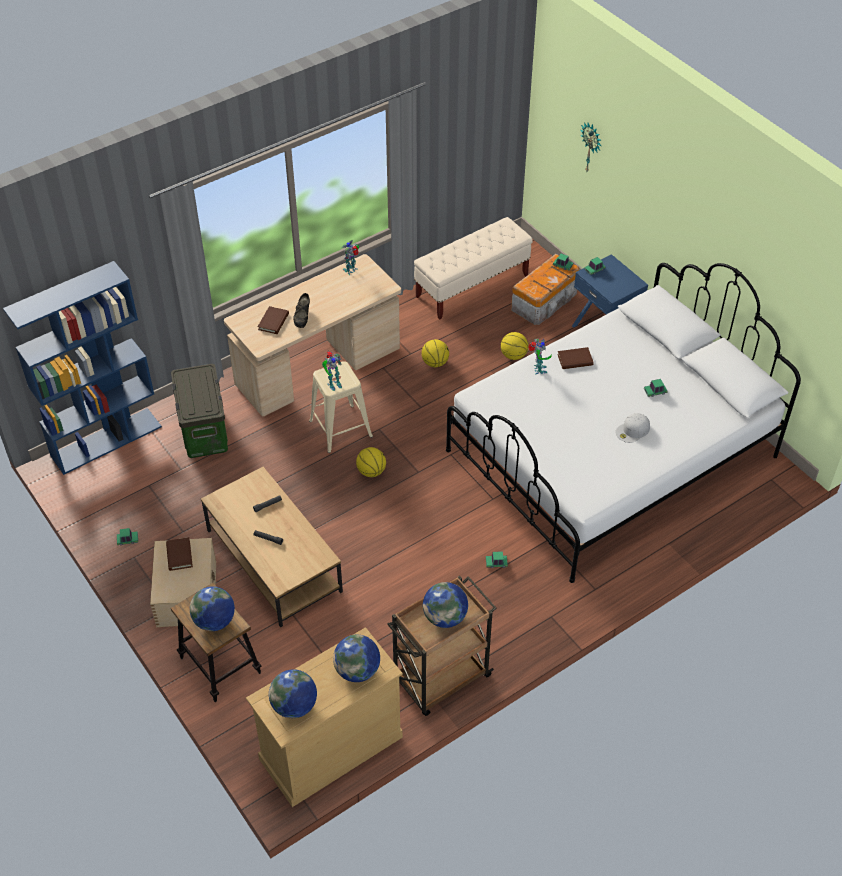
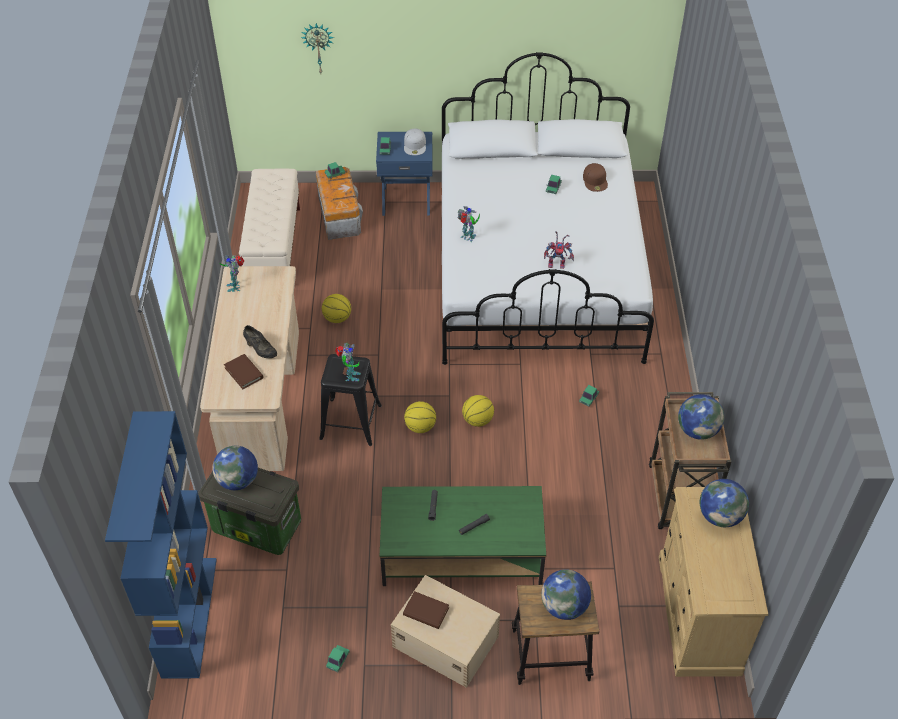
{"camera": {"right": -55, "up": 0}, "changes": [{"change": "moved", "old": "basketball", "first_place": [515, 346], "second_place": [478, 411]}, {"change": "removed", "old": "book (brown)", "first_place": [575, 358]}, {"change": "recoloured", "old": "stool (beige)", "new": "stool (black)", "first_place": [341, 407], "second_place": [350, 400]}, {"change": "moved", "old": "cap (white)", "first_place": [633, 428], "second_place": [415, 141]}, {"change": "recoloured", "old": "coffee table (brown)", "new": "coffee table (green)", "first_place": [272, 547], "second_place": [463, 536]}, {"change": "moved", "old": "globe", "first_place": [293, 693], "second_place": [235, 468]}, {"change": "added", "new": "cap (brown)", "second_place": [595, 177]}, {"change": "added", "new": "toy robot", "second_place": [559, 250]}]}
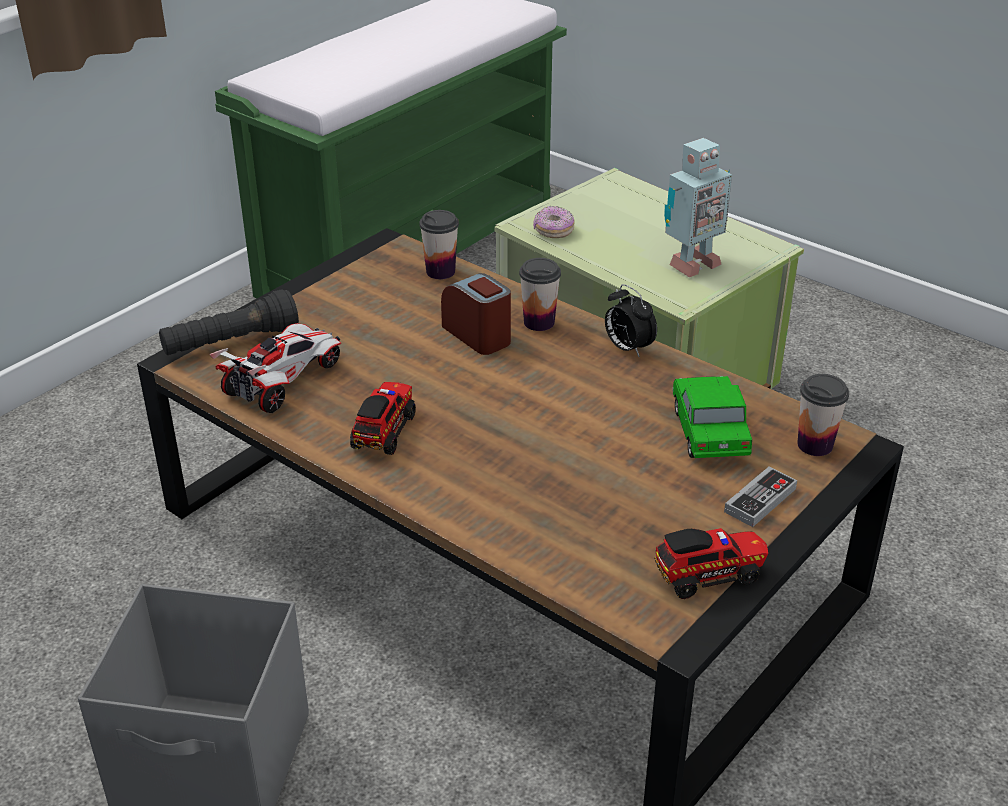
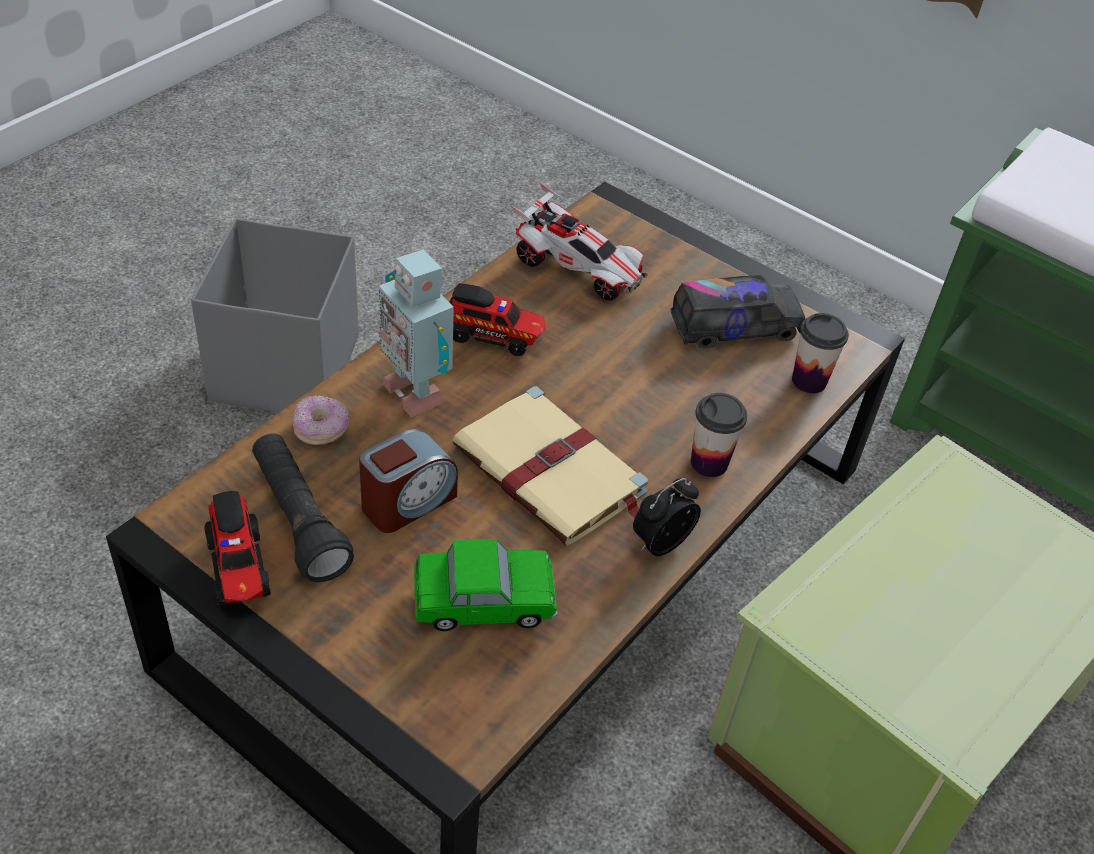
{"camera": {"right": 85, "up": 10}, "changes": [{"change": "moved", "old": "toy robot", "first_place": [698, 207], "second_place": [416, 333]}, {"change": "moved", "old": "donut", "first_place": [554, 222], "second_place": [320, 420]}, {"change": "moved", "old": "alarm clock", "first_place": [476, 314], "second_place": [408, 481]}, {"change": "moved", "old": "flashlight (black)", "first_place": [229, 322], "second_place": [303, 507]}, {"change": "removed", "old": "cup", "first_place": [823, 415]}, {"change": "removed", "old": "game controller", "first_place": [760, 496]}, {"change": "added", "new": "toy truck", "second_place": [737, 311]}, {"change": "added", "new": "book (beige)", "second_place": [550, 466]}]}
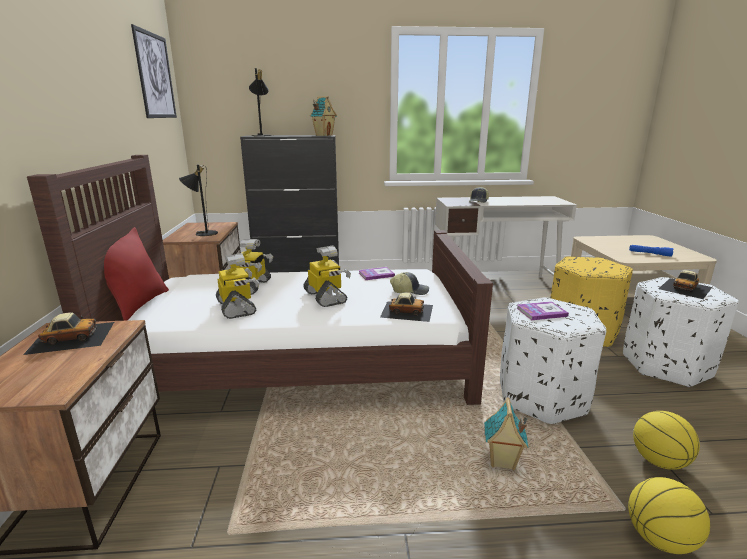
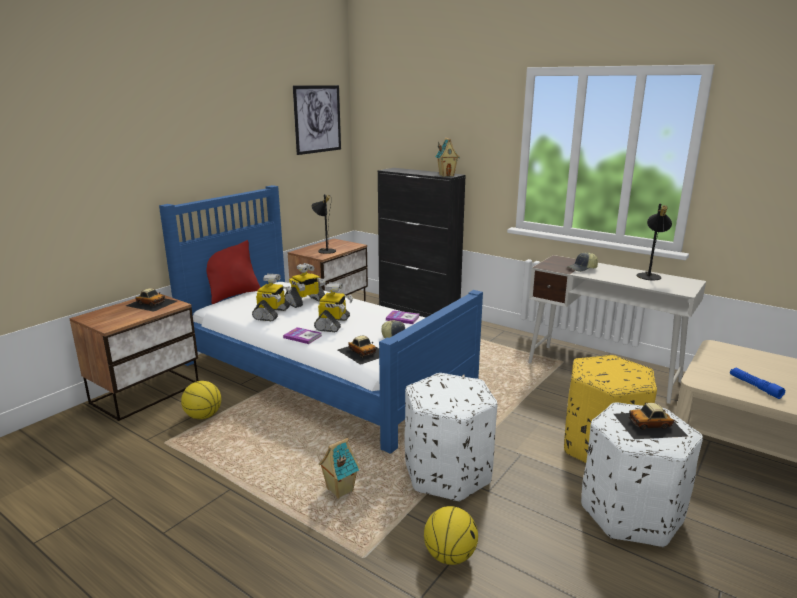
{"camera": {"right": 40, "up": 0}, "changes": [{"change": "moved", "old": "table lamp (black)", "first_place": [260, 102], "second_place": [654, 242]}, {"change": "recoloured", "old": "bed (brown)", "new": "bed (blue)", "first_place": [260, 280], "second_place": [321, 319]}, {"change": "moved", "old": "book", "first_place": [543, 310], "second_place": [302, 335]}, {"change": "moved", "old": "basketball", "first_place": [669, 515], "second_place": [201, 400]}]}
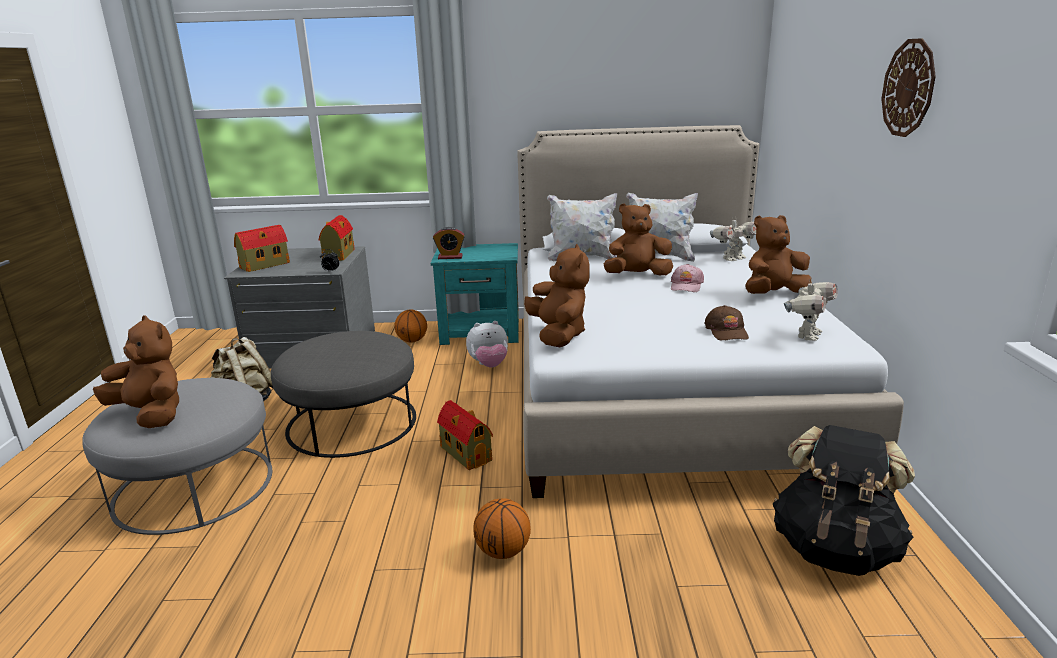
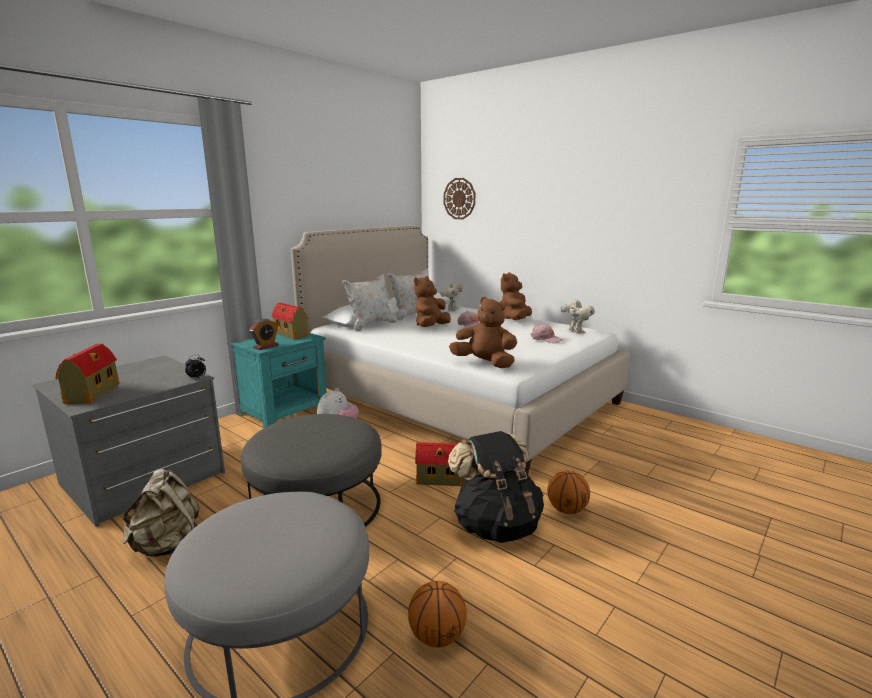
{"camera": {"right": -50, "up": -5}, "changes": [{"change": "moved", "old": "wall clock", "first_place": [908, 87], "second_place": [459, 198]}, {"change": "moved", "old": "toy house", "first_place": [337, 238], "second_place": [290, 321]}, {"change": "recoloured", "old": "cap (brown)", "new": "cap (pink)", "first_place": [726, 323], "second_place": [546, 333]}, {"change": "moved", "old": "basketball", "first_place": [410, 326], "second_place": [437, 614]}, {"change": "removed", "old": "plush toy (brown)", "first_place": [136, 371]}, {"change": "moved", "old": "backpack (black)", "first_place": [844, 500], "second_place": [496, 487]}]}
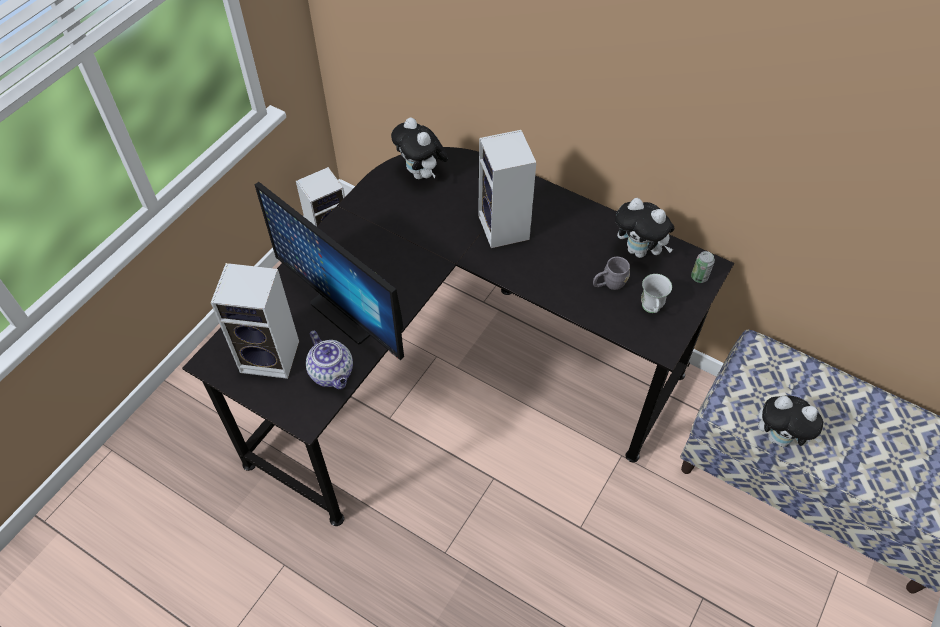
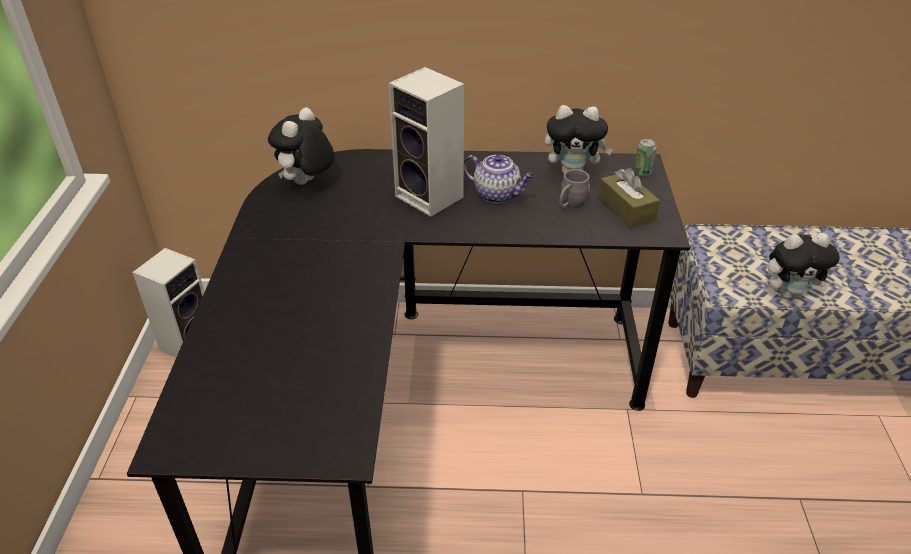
{"camera": {"right": -30, "up": -15}, "changes": [{"change": "turned", "old": "plush toy", "first_place": [419, 148], "second_place": [301, 146], "degrees": 90}, {"change": "removed", "old": "monitor", "first_place": [329, 271]}, {"change": "removed", "old": "speaker", "first_place": [255, 321]}, {"change": "replaced", "old": "mug (white)", "new": "tissue box (brown)", "first_place": [656, 293], "second_place": [629, 198]}, {"change": "moved", "old": "teapot", "first_place": [329, 360], "second_place": [499, 178]}]}
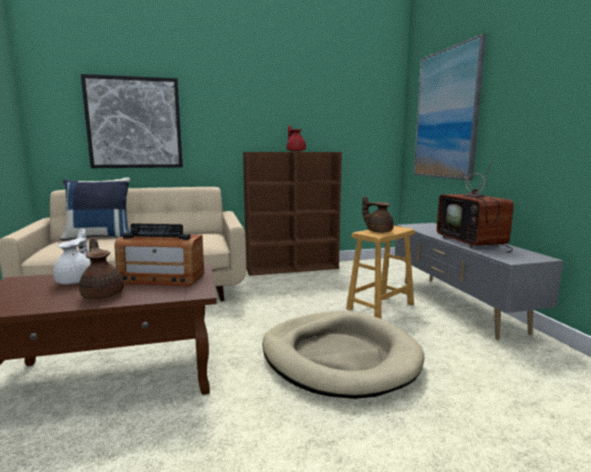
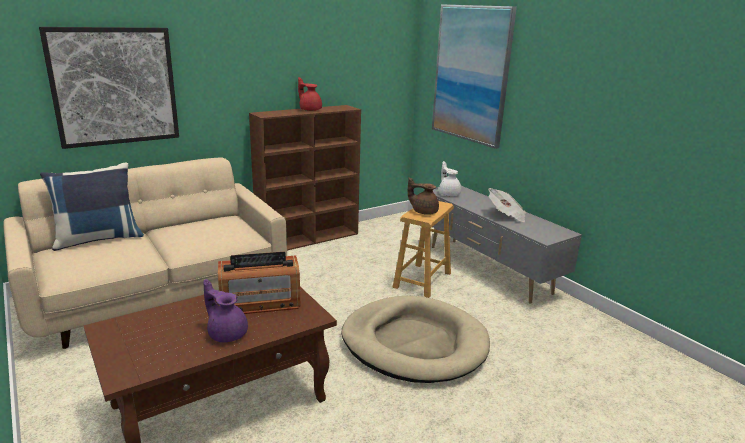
{"camera": {"right": -20, "up": 10}, "changes": [{"change": "replaced", "old": "television", "new": "newspaper", "first_place": [475, 204], "second_place": [507, 205]}, {"change": "moved", "old": "teapot (white)", "first_place": [72, 257], "second_place": [450, 178]}, {"change": "recoloured", "old": "teapot (brown)", "new": "teapot (purple)", "first_place": [101, 268], "second_place": [225, 310]}]}
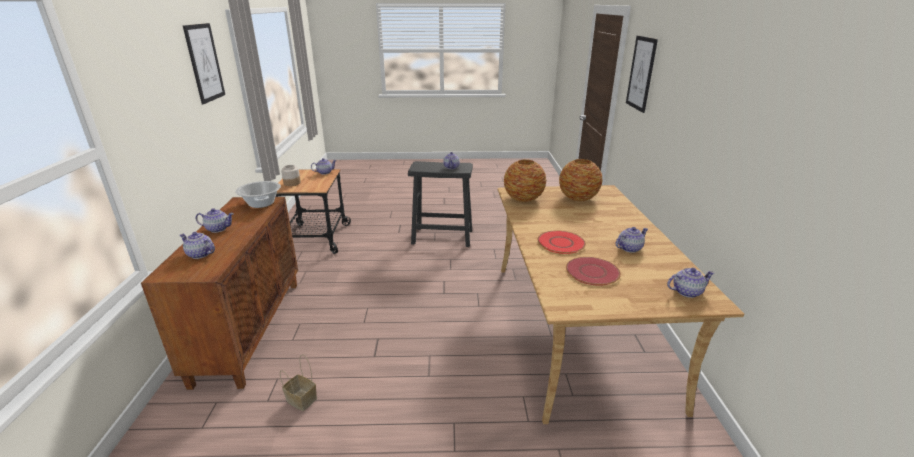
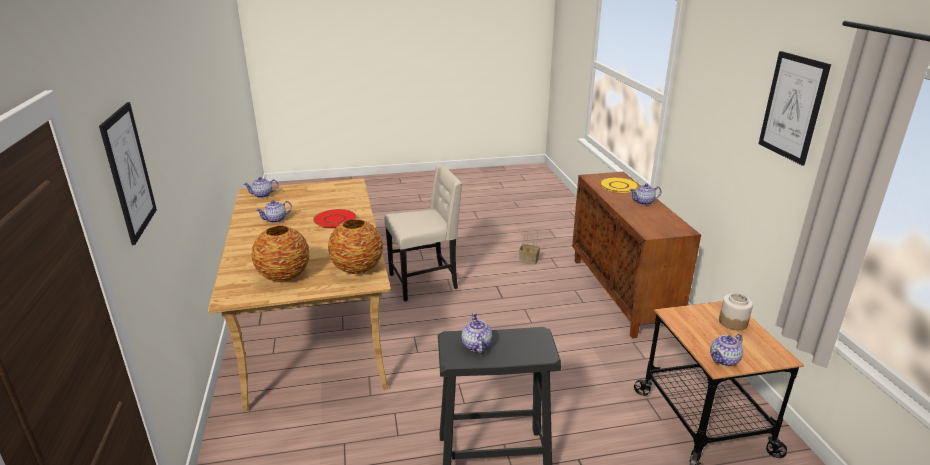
{"camera": {"right": 170, "up": 0}, "changes": [{"change": "removed", "old": "cooking pot", "first_place": [258, 194]}, {"change": "replaced", "old": "teapot", "new": "plate (yellow)", "first_place": [197, 245], "second_place": [619, 185]}, {"change": "removed", "old": "plate (red)", "first_place": [593, 271]}, {"change": "added", "new": "chair (beige)", "second_place": [423, 233]}]}
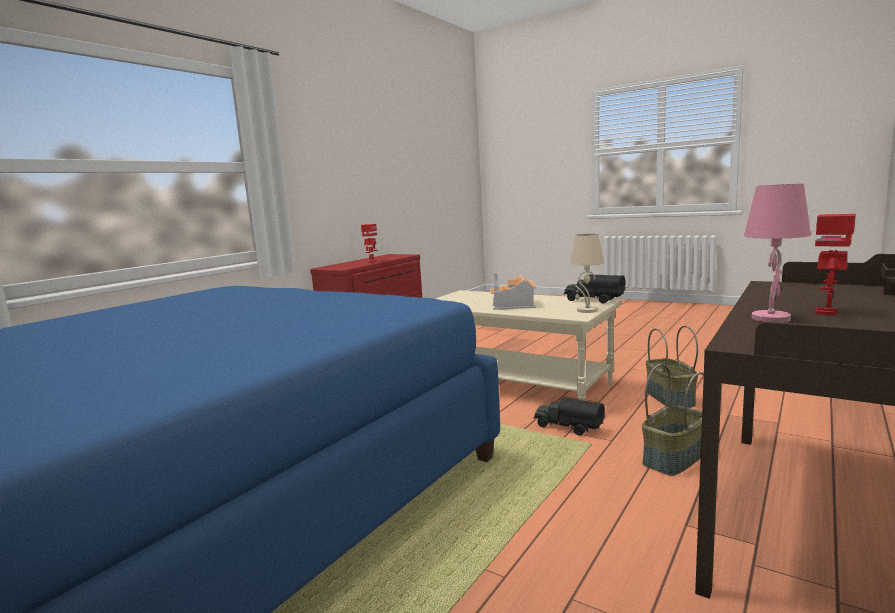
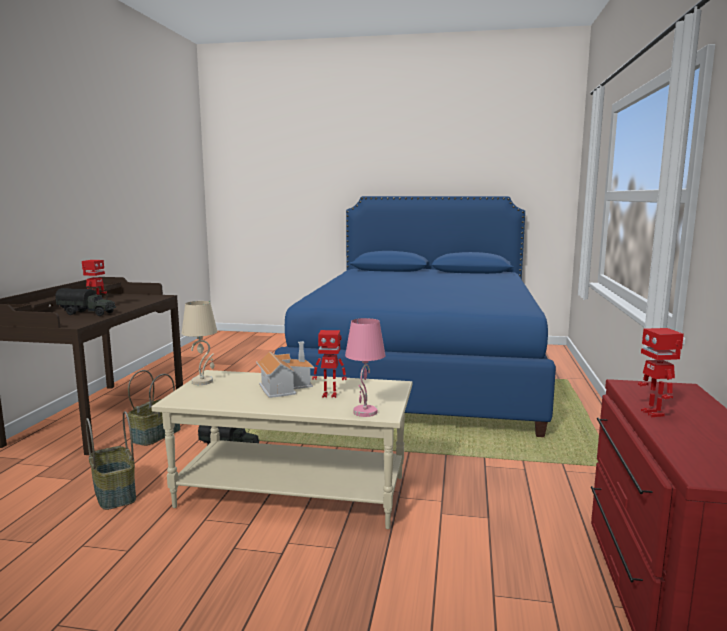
{"camera": {"right": 155, "up": 0}, "changes": [{"change": "moved", "old": "table lamp (pink)", "first_place": [777, 253], "second_place": [365, 367]}, {"change": "moved", "old": "toy truck", "first_place": [595, 288], "second_place": [85, 302]}, {"change": "added", "new": "toy robot", "second_place": [329, 364]}]}
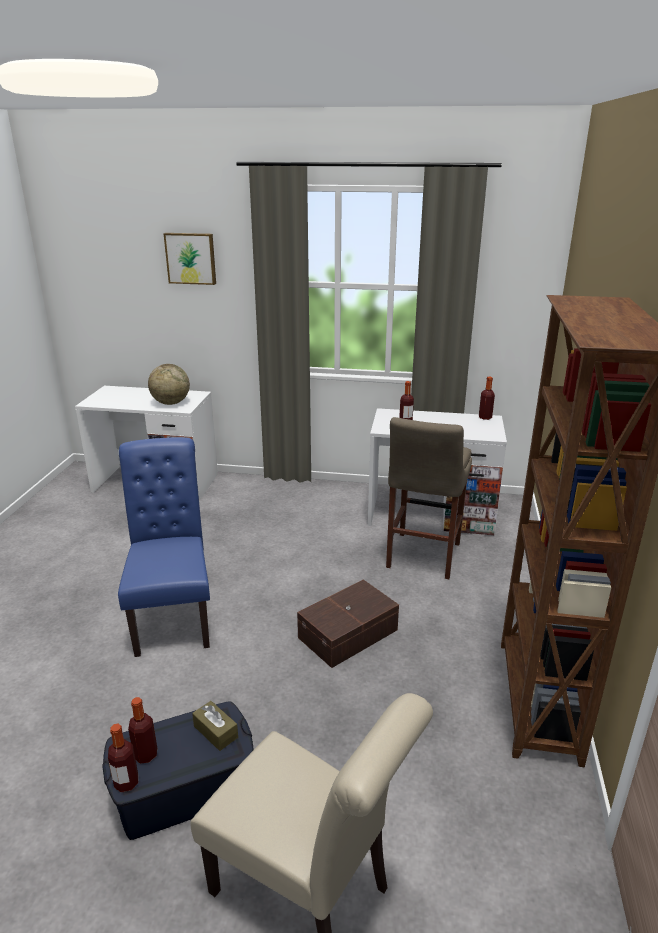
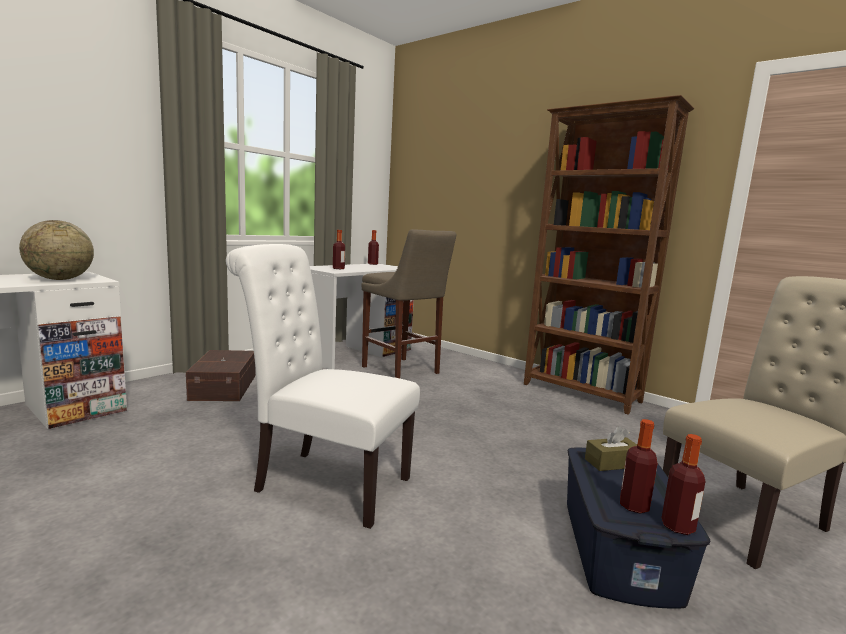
{"camera": {"right": -60, "up": -15}, "changes": [{"change": "removed", "old": "picture", "first_place": [189, 259]}, {"change": "recoloured", "old": "chair (blue)", "new": "chair (white)", "first_place": [164, 547], "second_place": [323, 386]}, {"change": "moved", "old": "storage box (brown)", "first_place": [348, 623], "second_place": [221, 375]}]}
